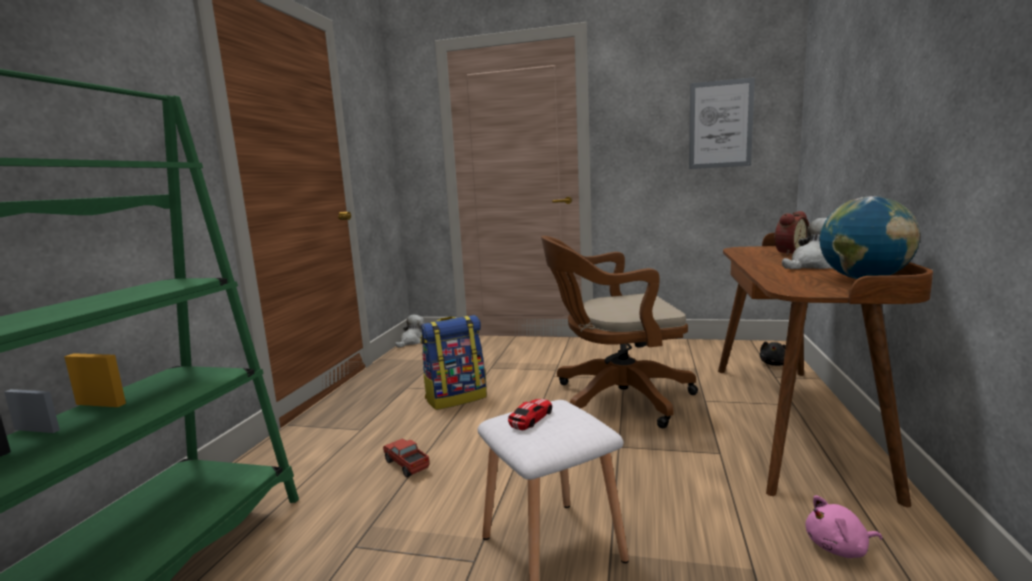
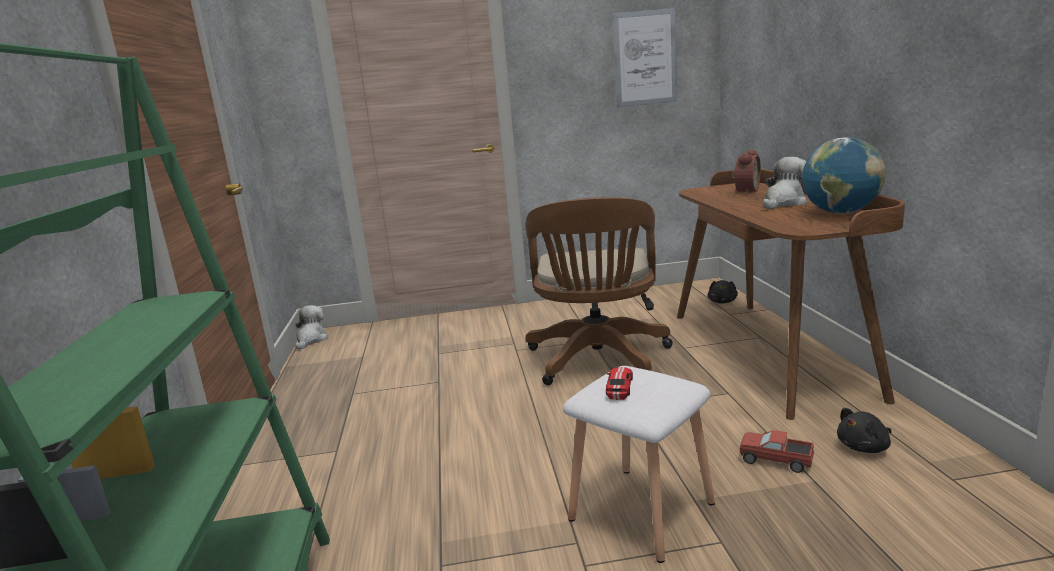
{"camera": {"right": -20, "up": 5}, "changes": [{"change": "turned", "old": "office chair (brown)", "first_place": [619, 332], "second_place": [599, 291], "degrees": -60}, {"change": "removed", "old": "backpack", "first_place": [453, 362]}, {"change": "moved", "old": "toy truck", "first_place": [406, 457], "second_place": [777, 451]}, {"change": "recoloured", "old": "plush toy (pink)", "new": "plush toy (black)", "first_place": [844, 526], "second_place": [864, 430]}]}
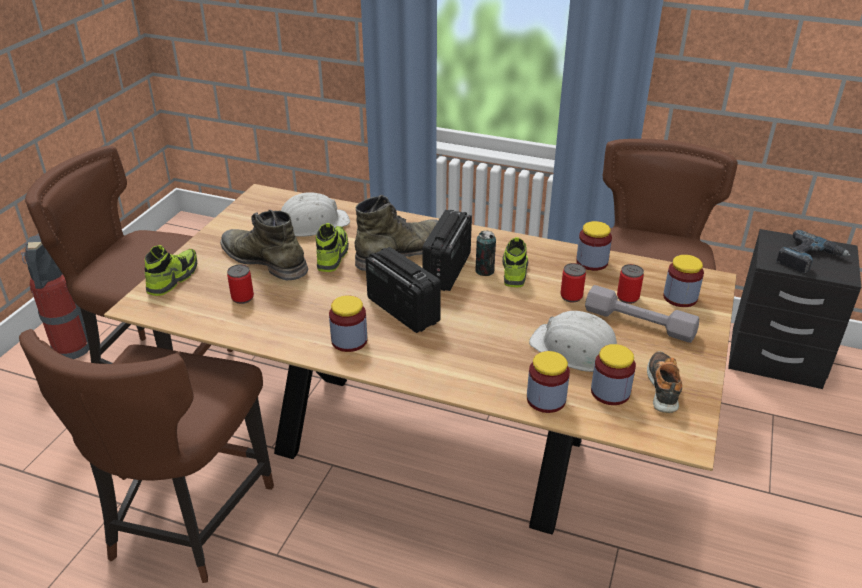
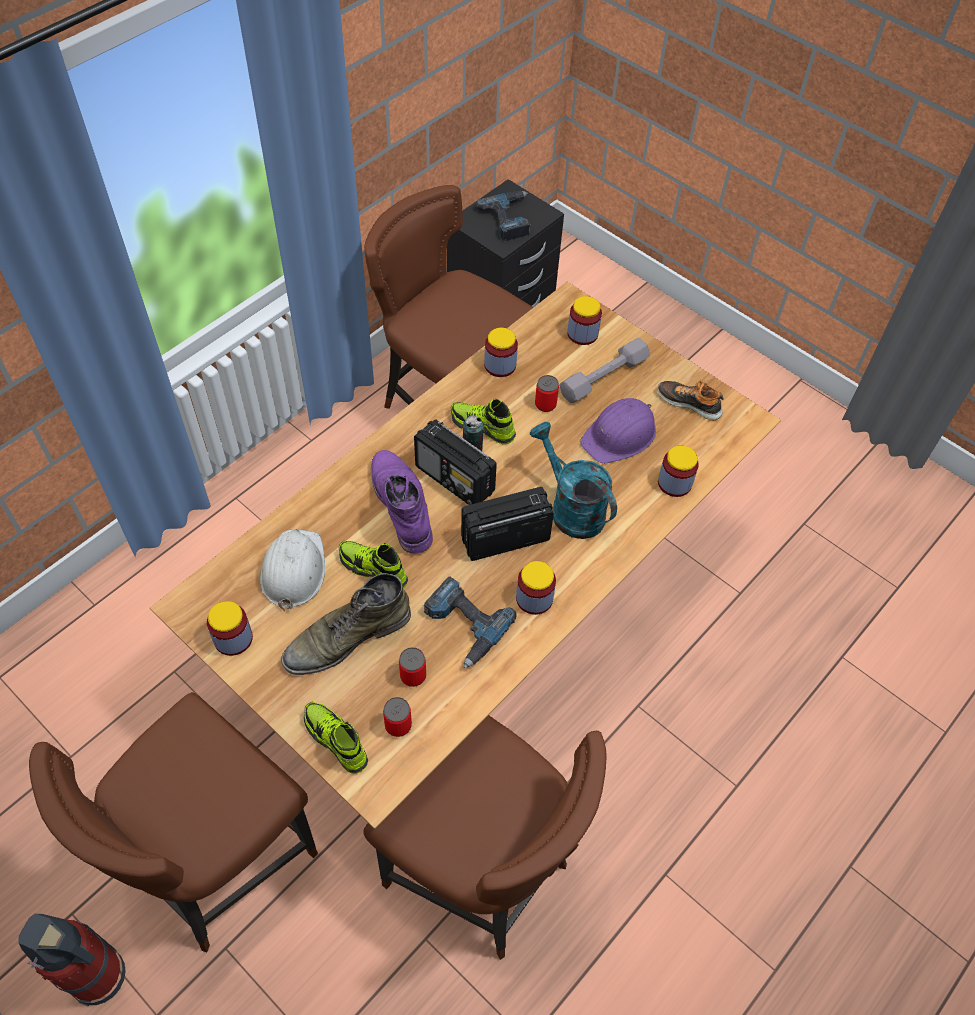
{"camera": {"right": -70, "up": 20}, "changes": [{"change": "recoloured", "old": "boot (green)", "new": "boot (purple)", "first_place": [396, 233], "second_place": [402, 502]}, {"change": "moved", "old": "can", "first_place": [630, 284], "second_place": [397, 717]}, {"change": "recoloured", "old": "hard hat (white)", "new": "hard hat (purple)", "first_place": [573, 341], "second_place": [618, 431]}, {"change": "moved", "old": "jar", "first_place": [613, 374], "second_place": [230, 628]}, {"change": "added", "new": "watering can (turquoise)", "second_place": [573, 480]}, {"change": "added", "new": "power drill", "second_place": [470, 622]}]}
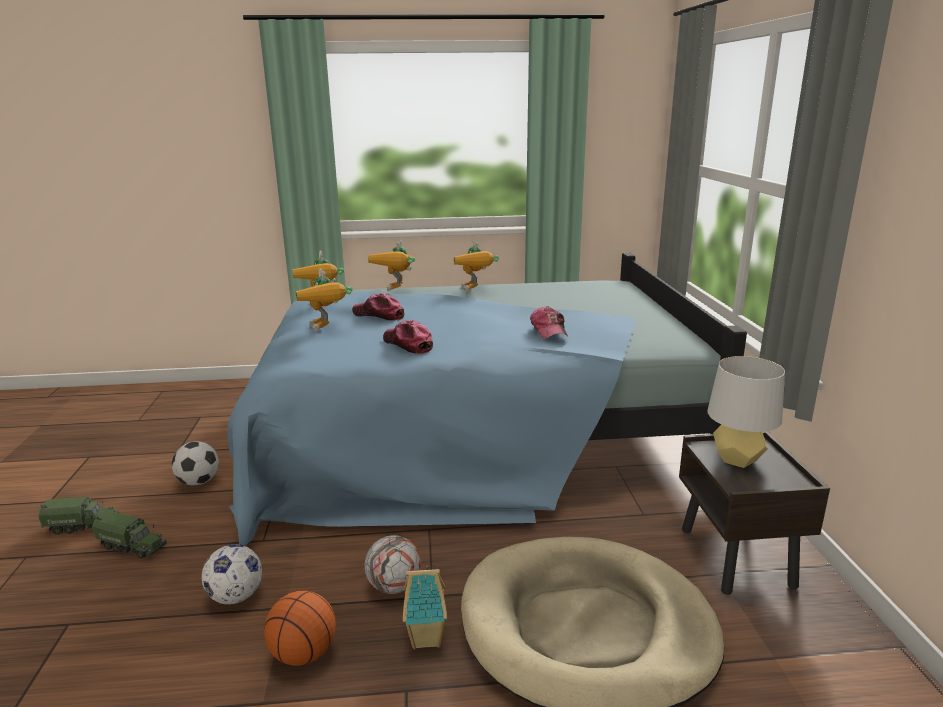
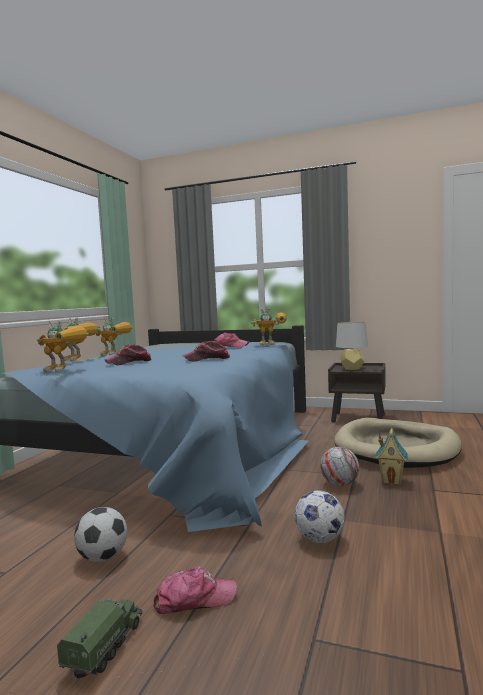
{"camera": {"right": -65, "up": -15}, "changes": [{"change": "moved", "old": "toy robot", "first_place": [324, 299], "second_place": [269, 327]}, {"change": "replaced", "old": "toy truck", "new": "cap", "first_place": [129, 535], "second_place": [195, 590]}, {"change": "removed", "old": "basketball", "first_place": [300, 628]}]}
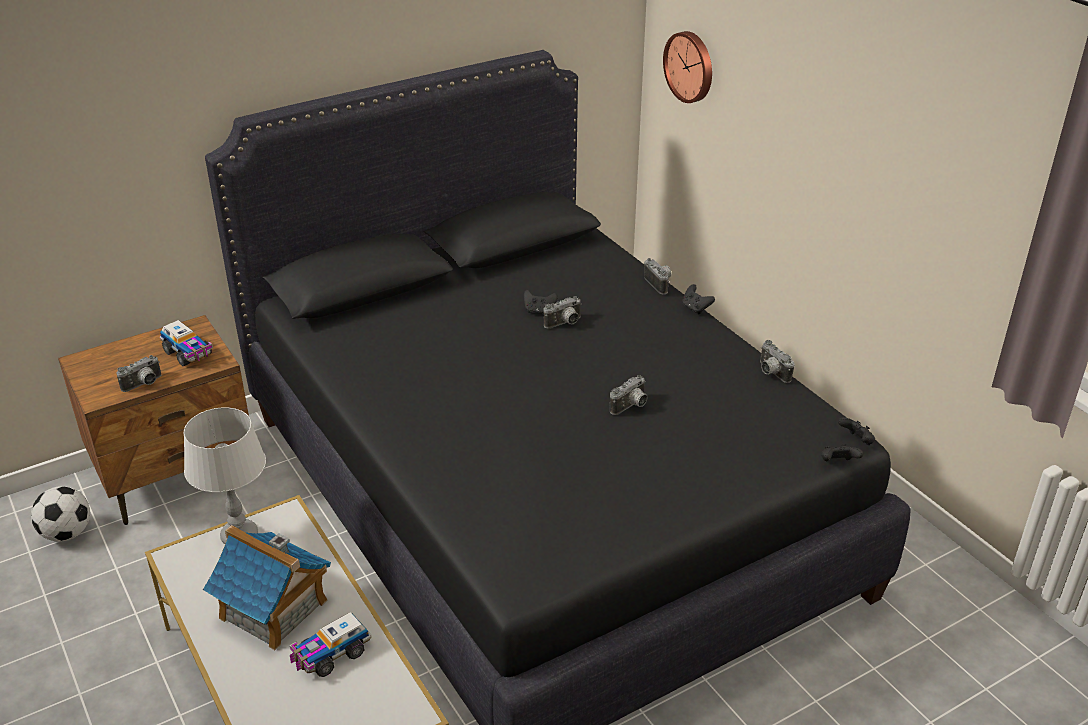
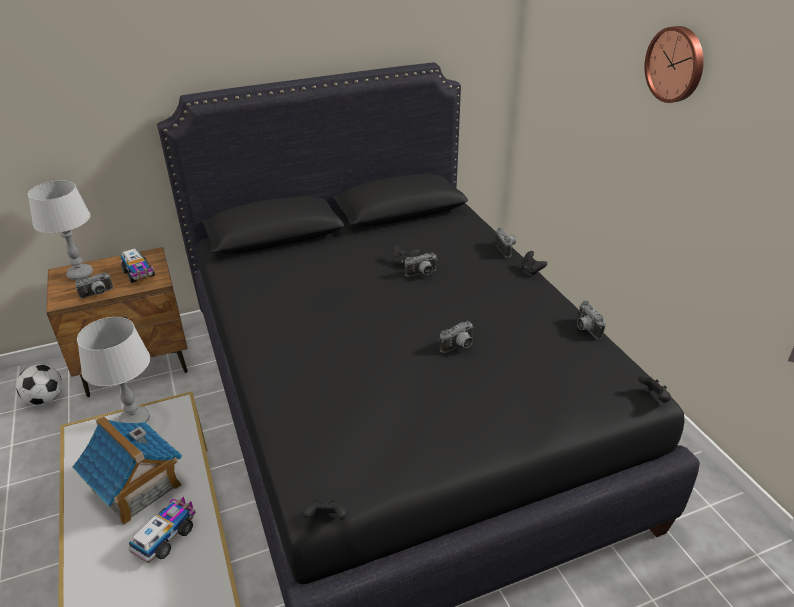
{"camera": {"right": 10, "up": 0}, "changes": [{"change": "moved", "old": "wall clock", "first_place": [687, 67], "second_place": [674, 64]}, {"change": "moved", "old": "game controller (black)", "first_place": [842, 452], "second_place": [325, 510]}, {"change": "turned", "old": "toy truck", "first_place": [330, 644], "second_place": [162, 530], "degrees": 150}, {"change": "added", "new": "table lamp (grey)", "second_place": [60, 230]}]}
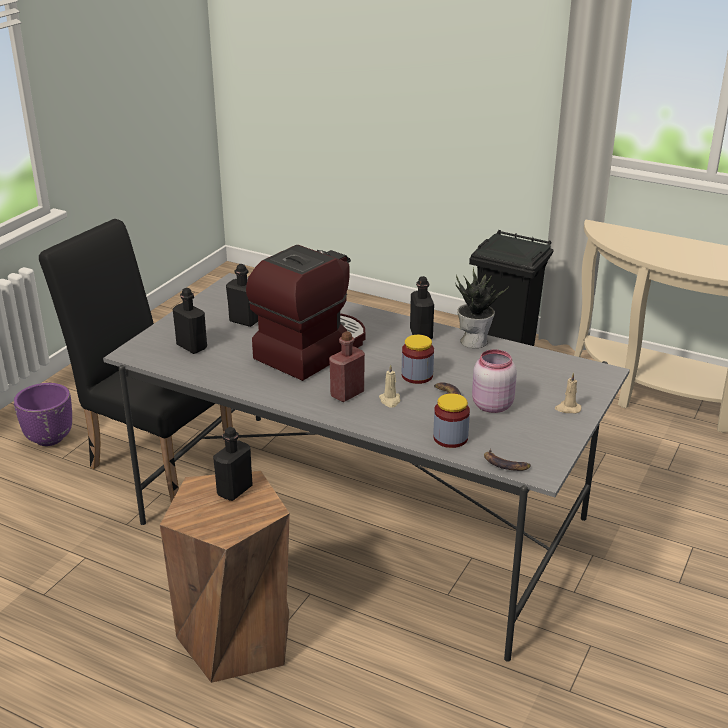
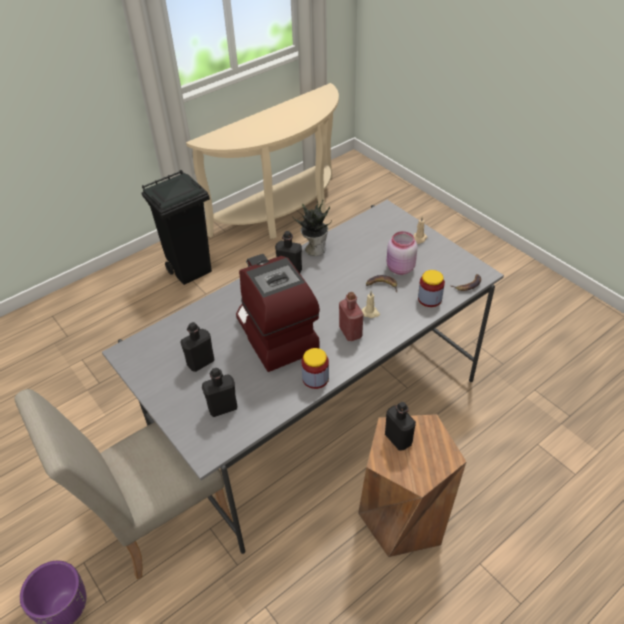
{"camera": {"right": -65, "up": 15}, "changes": [{"change": "recoloured", "old": "chair (black)", "new": "chair (beige)", "first_place": [136, 361], "second_place": [123, 484]}, {"change": "moved", "old": "jar", "first_place": [418, 359], "second_place": [315, 368]}]}
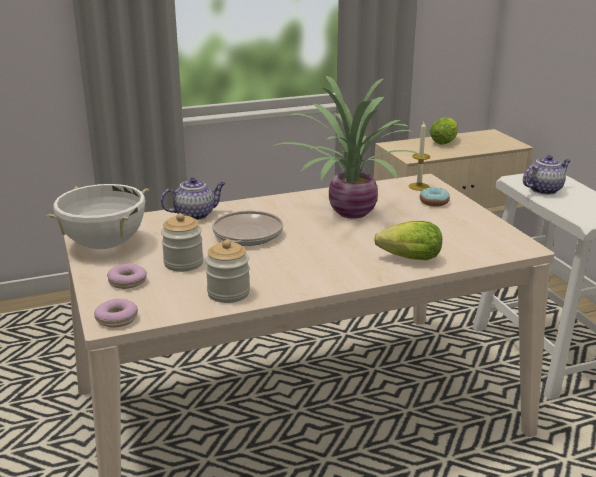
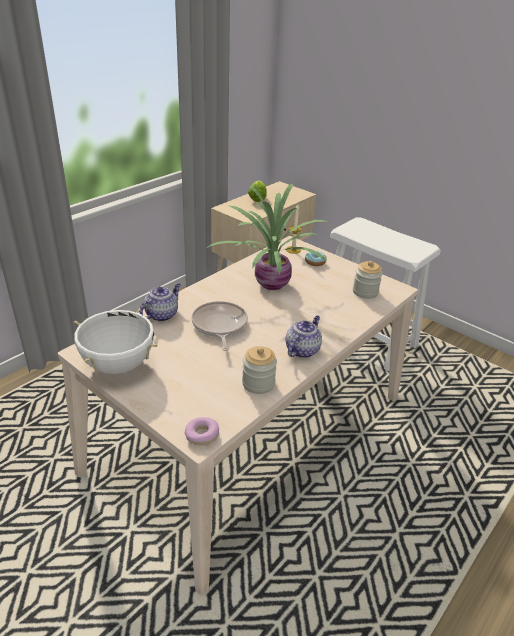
{"camera": {"right": -30, "up": 10}, "changes": [{"change": "moved", "old": "teapot", "first_place": [547, 175], "second_place": [303, 337]}, {"change": "moved", "old": "jar", "first_place": [182, 242], "second_place": [368, 280]}, {"change": "removed", "old": "lettuce", "first_place": [408, 240]}, {"change": "removed", "old": "donut", "first_place": [127, 276]}]}
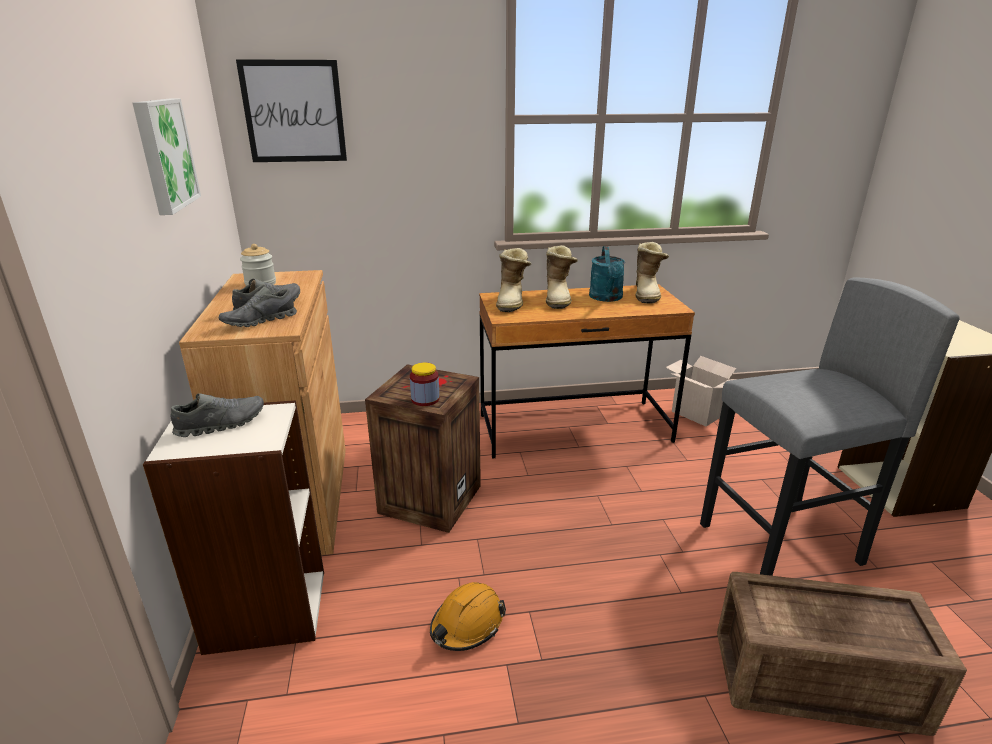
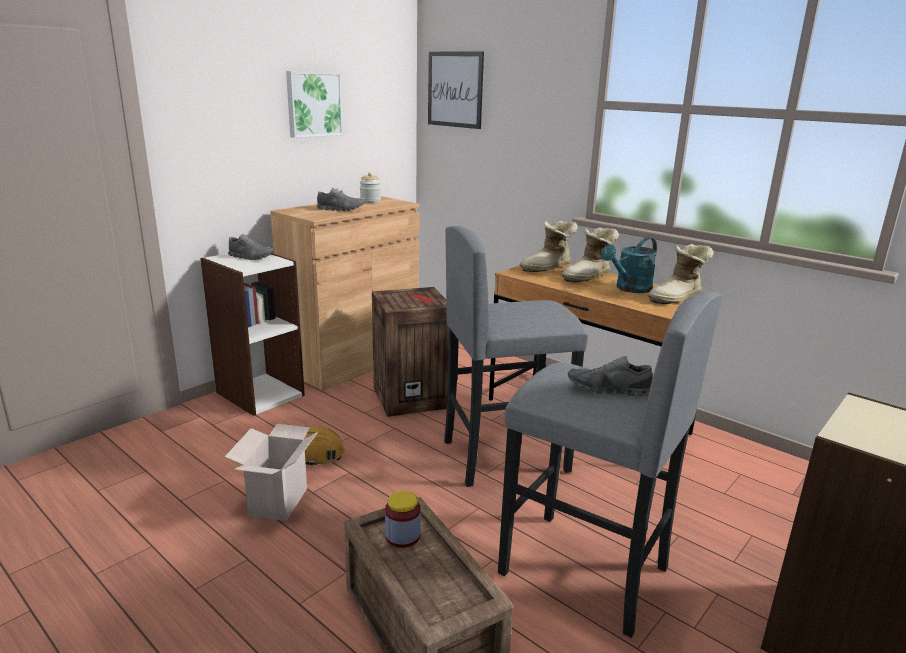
{"camera": {"right": 50, "up": -5}, "changes": [{"change": "moved", "old": "shoe (grey)", "first_place": [257, 306], "second_place": [610, 376]}, {"change": "moved", "old": "cardboard box", "first_place": [701, 391], "second_place": [271, 472]}, {"change": "moved", "old": "jar", "first_place": [424, 384], "second_place": [403, 519]}, {"change": "added", "new": "stool (grey)", "second_place": [516, 356]}]}
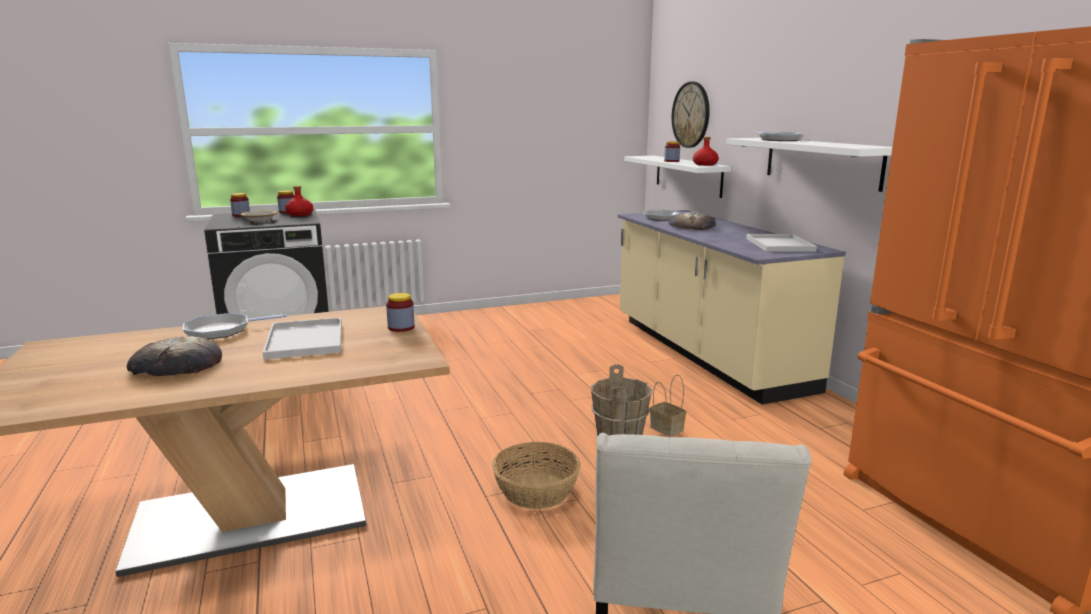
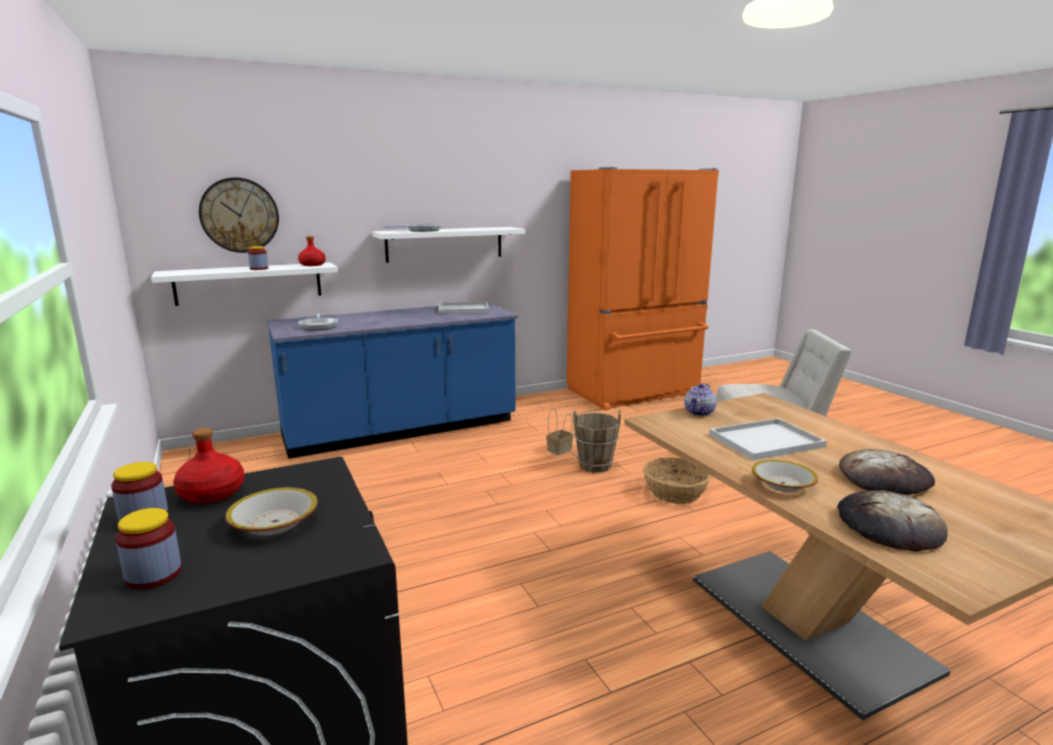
{"camera": {"right": -95, "up": 0}, "changes": [{"change": "recoloured", "old": "counter (beige)", "new": "counter (blue)", "first_place": [732, 307], "second_place": [392, 381]}, {"change": "moved", "old": "bread", "first_place": [692, 221], "second_place": [892, 521]}, {"change": "replaced", "old": "jar", "new": "teapot", "first_place": [400, 312], "second_place": [700, 399]}, {"change": "replaced", "old": "frying pan", "new": "bowl", "first_place": [235, 326], "second_place": [785, 476]}]}
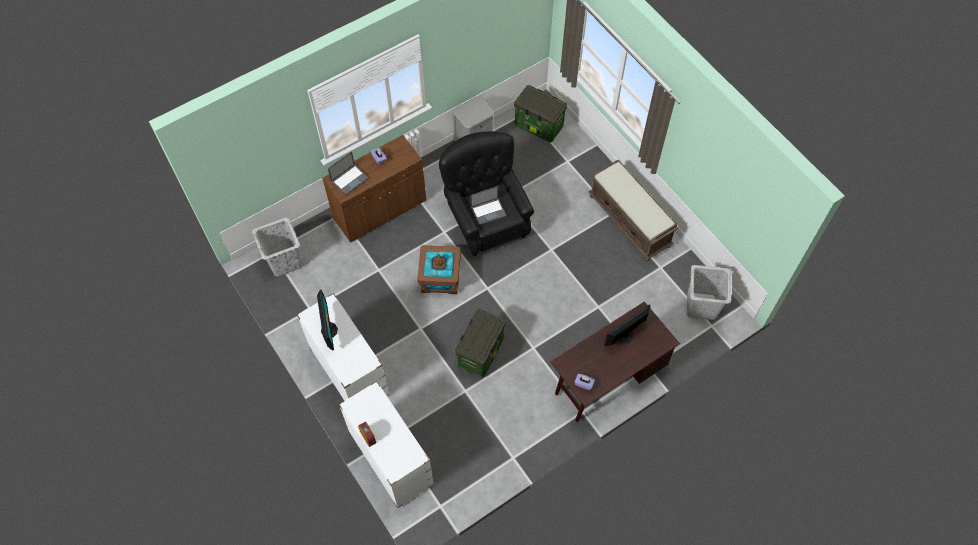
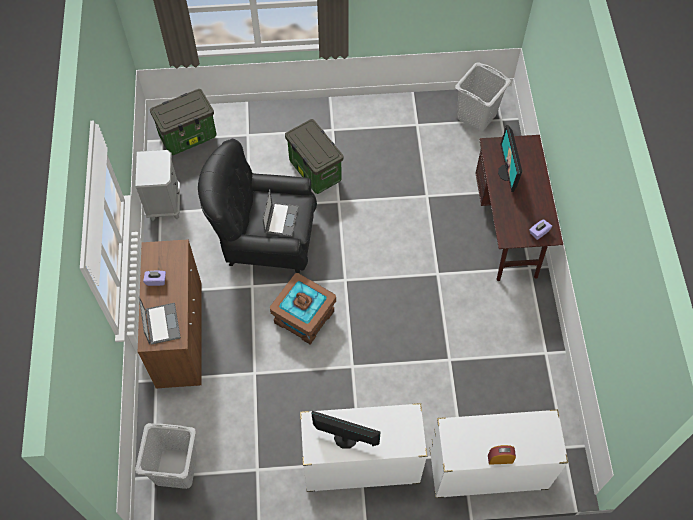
{"camera": {"right": -60, "up": 0}, "changes": [{"change": "removed", "old": "bench (brown)", "first_place": [633, 210]}, {"change": "moved", "old": "storage box", "first_place": [480, 343], "second_place": [314, 156]}]}
